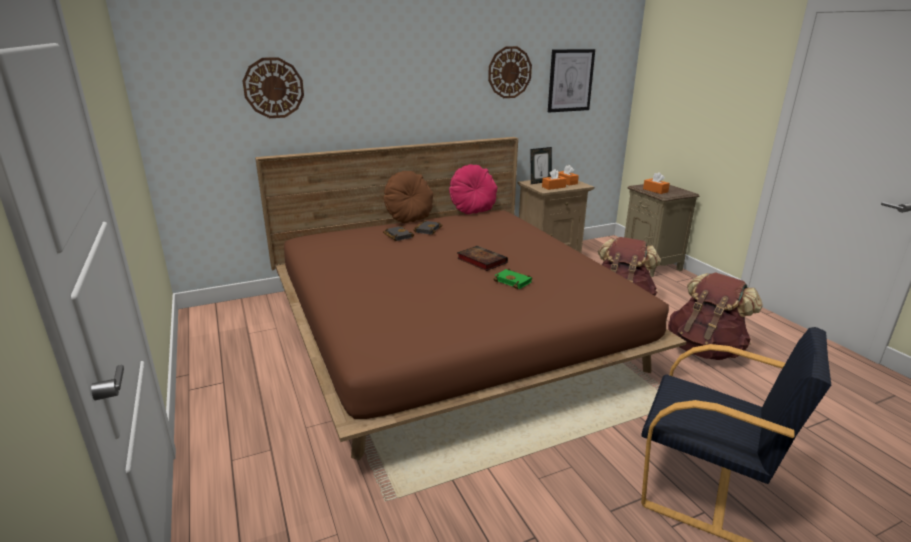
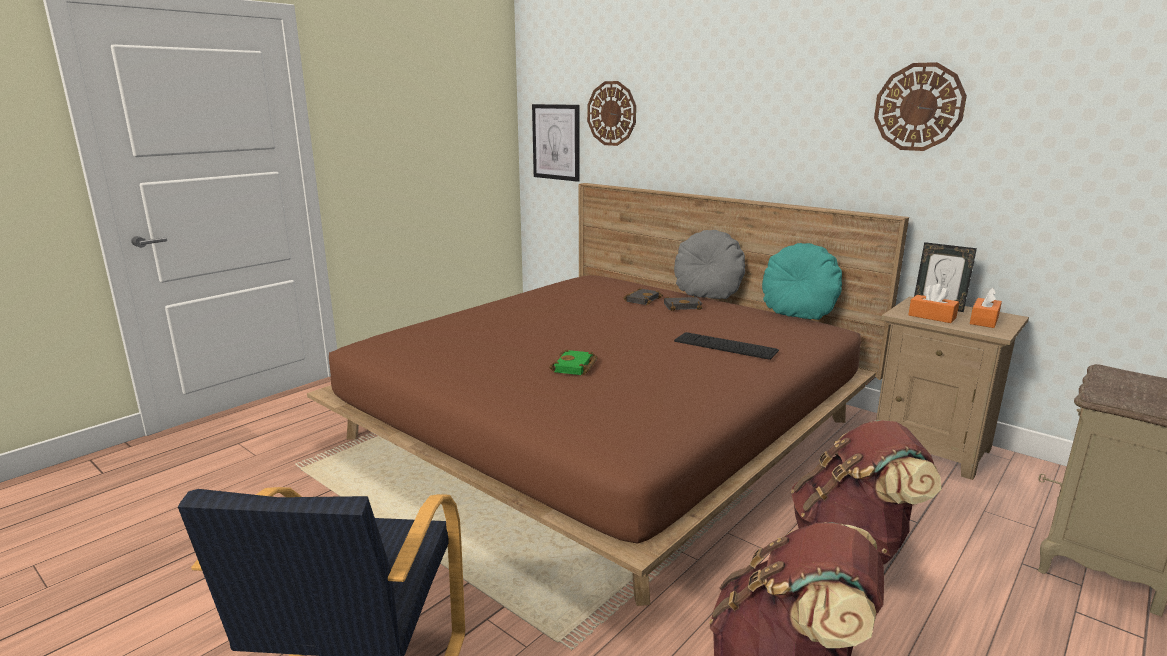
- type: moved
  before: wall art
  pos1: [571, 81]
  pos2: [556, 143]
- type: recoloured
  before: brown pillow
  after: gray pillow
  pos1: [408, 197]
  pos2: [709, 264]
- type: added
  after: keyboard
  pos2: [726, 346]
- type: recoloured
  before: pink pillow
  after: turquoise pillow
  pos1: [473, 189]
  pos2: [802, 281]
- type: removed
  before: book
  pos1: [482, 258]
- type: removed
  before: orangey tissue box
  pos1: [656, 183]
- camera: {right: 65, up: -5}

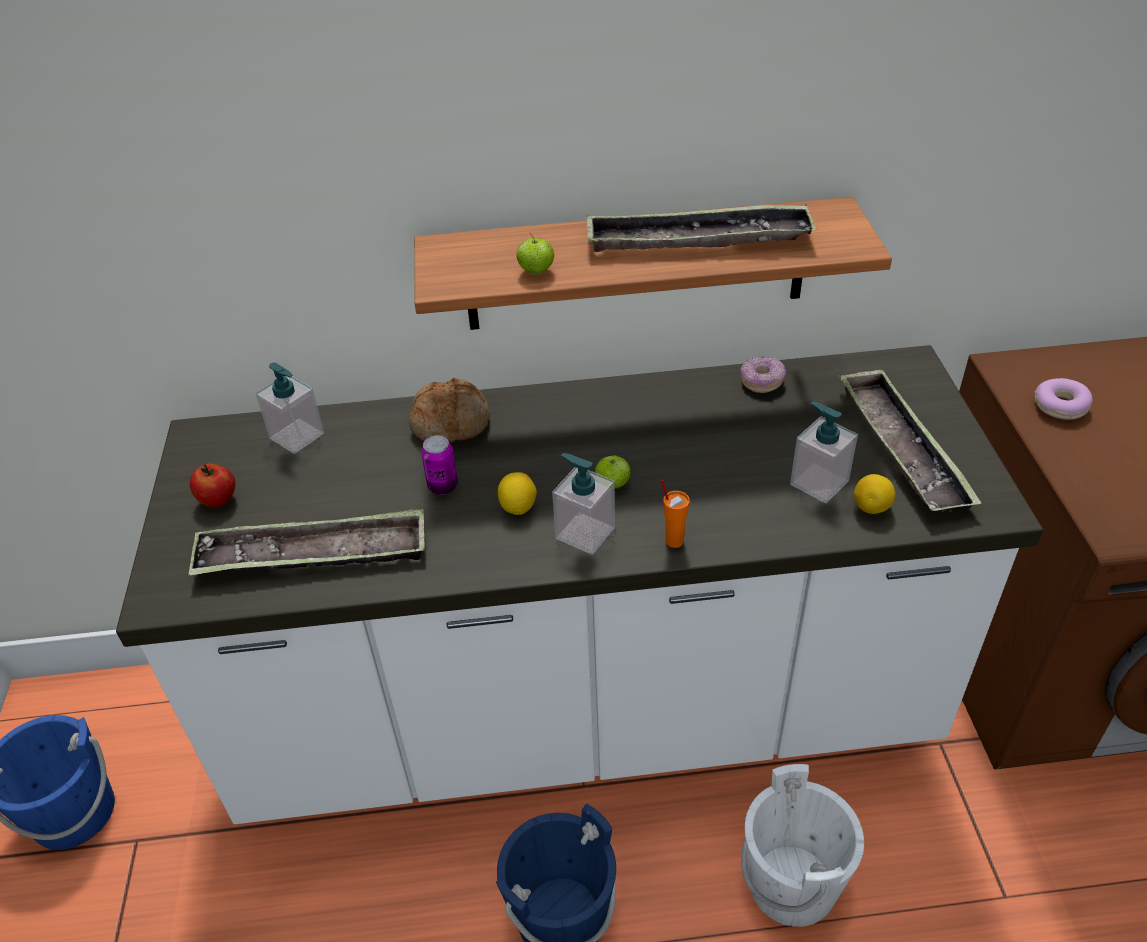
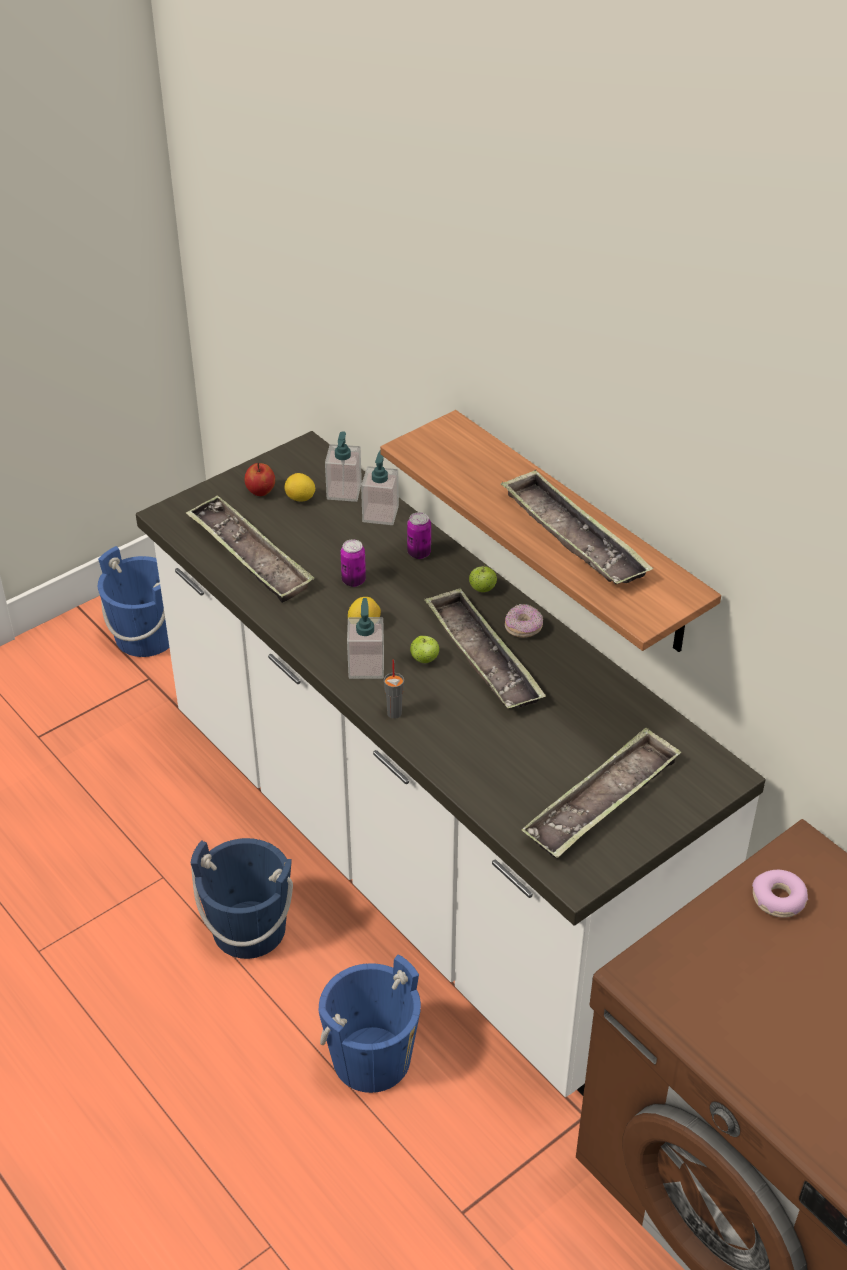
- type: moved
  before: citrus fruit
  pos1: [874, 494]
  pos2: [299, 487]
- type: recoloured
  before: white-coloured bucket
  after: blue bucket
  pos1: [802, 845]
  pos2: [369, 1023]
- type: moved
  before: liquid soap bottle
  pos1: [824, 452]
  pos2: [380, 488]
- type: recoloured
  before: orangey drinking cup
  after: gray drinking cup
  pos1: [675, 514]
  pos2: [394, 689]
- type: replaced
  before: bread
  after: sealed can
  pos1: [449, 410]
  pos2: [419, 535]
- type: added
  after: carrying tray
  pos2: [485, 648]
- type: moved
  before: whole apple
  pos1: [535, 254]
  pos2: [483, 578]
- type: moved
  before: ring doughnut
  pos1: [763, 374]
  pos2: [524, 621]
- camera: {right: 55, up: 0}

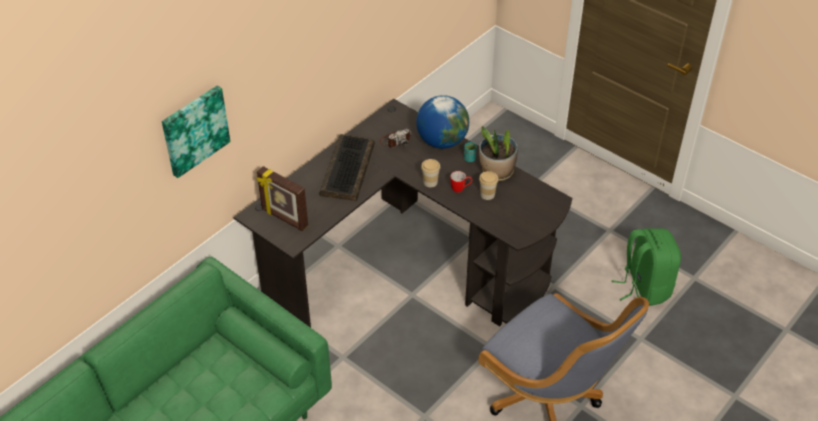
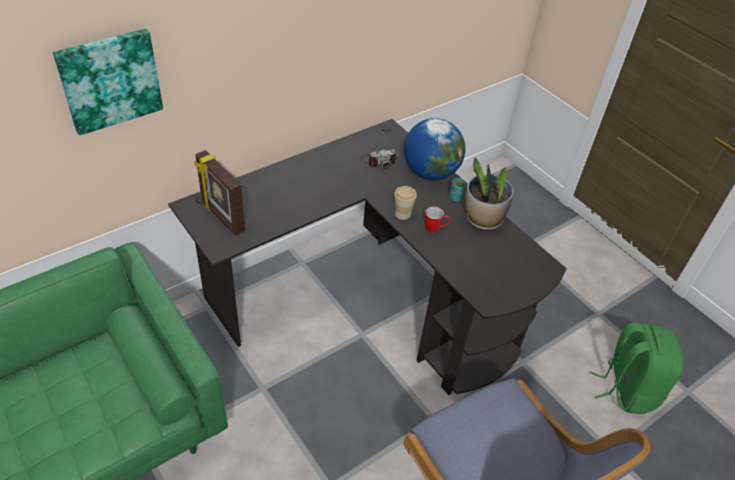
- type: removed
  before: keyboard
  pos1: [347, 167]
- type: removed
  before: drinking cup
  pos1: [489, 185]
- camera: {right: 10, up: 0}

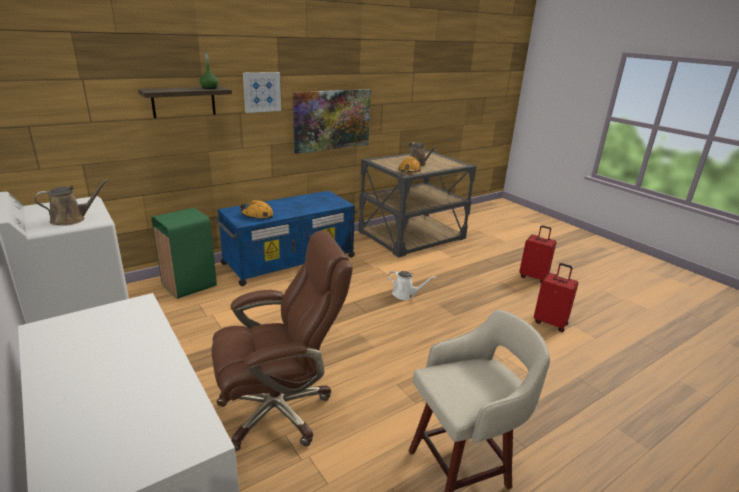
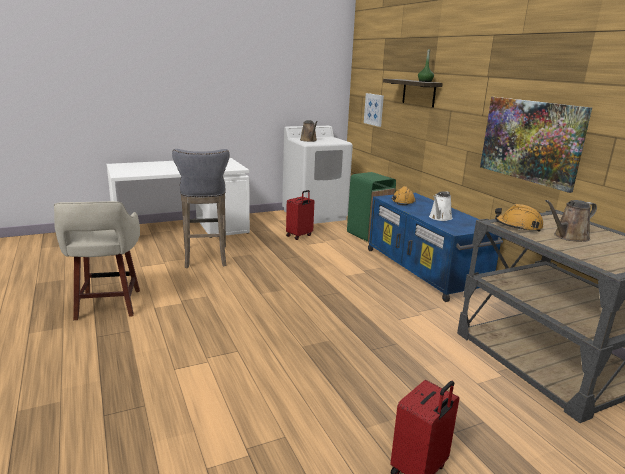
- type: replaced
  before: brown desk chair
  after: gray stool seat
  pos1: [282, 340]
  pos2: [201, 208]
- type: moved
  before: red suitcase
  pos1: [556, 297]
  pos2: [300, 215]
- type: moved
  before: wall art
  pos1: [262, 92]
  pos2: [374, 110]
- type: moved
  before: white-coloured sprinkling can
  pos1: [412, 285]
  pos2: [441, 206]
- camera: {right: 100, up: -5}

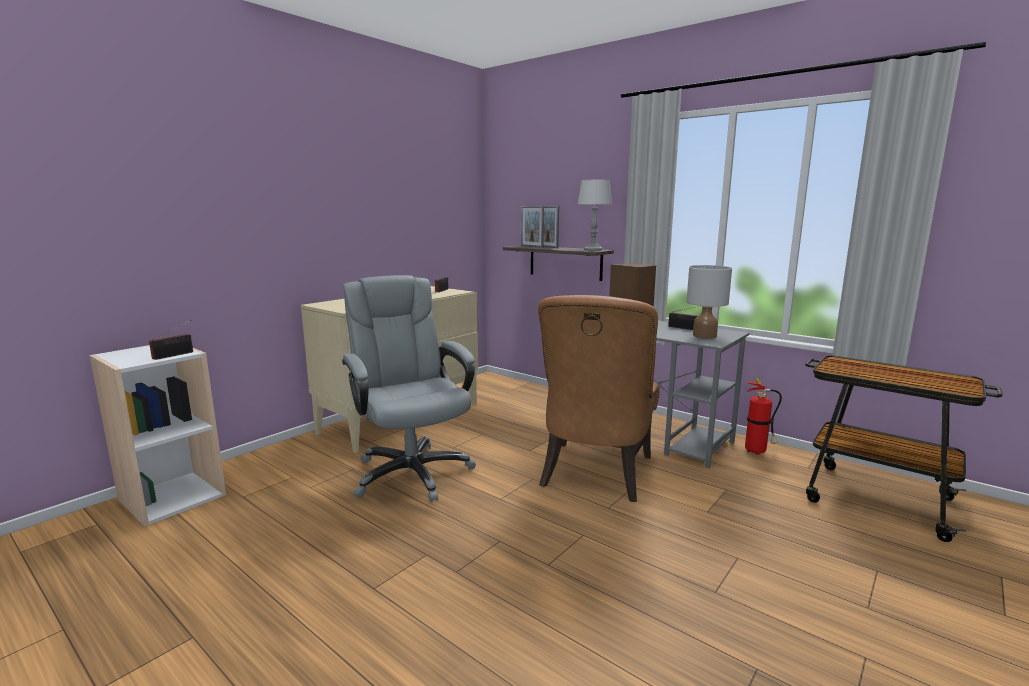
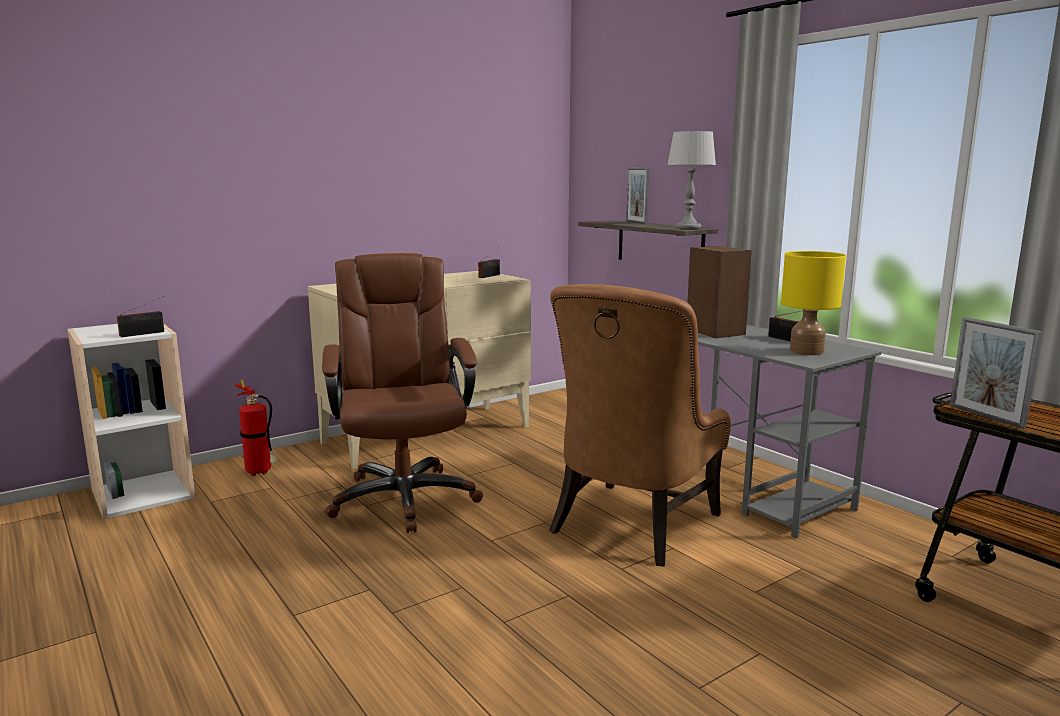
- type: moved
  before: fire-fighting cylinder
  pos1: [763, 416]
  pos2: [257, 427]
- type: recoloured
  before: gray desk chair
  after: brown desk chair
  pos1: [409, 388]
  pos2: [402, 393]
- type: recoloured
  before: gray table lamp
  after: yellow-coloured table lamp
  pos1: [709, 302]
  pos2: [813, 303]
- type: moved
  before: standing frame
  pos1: [532, 227]
  pos2: [996, 373]
- camera: {right: 15, up: 0}

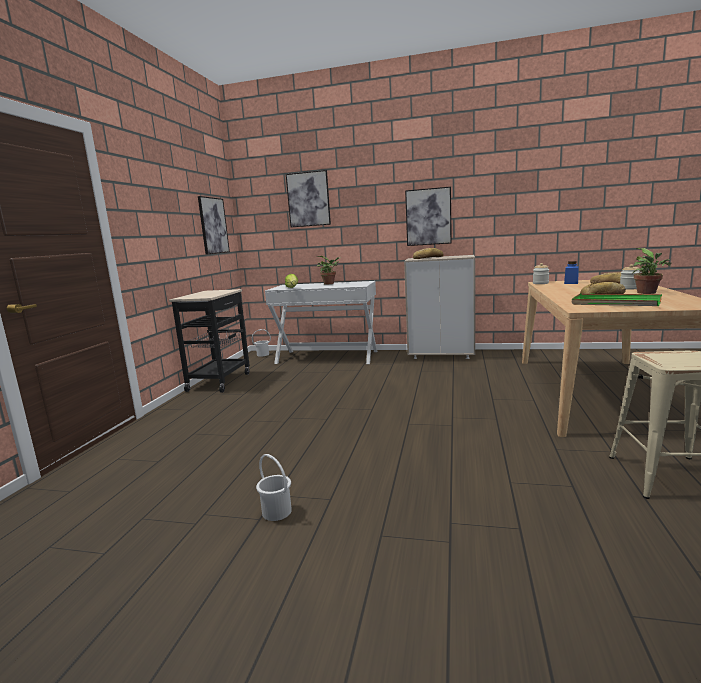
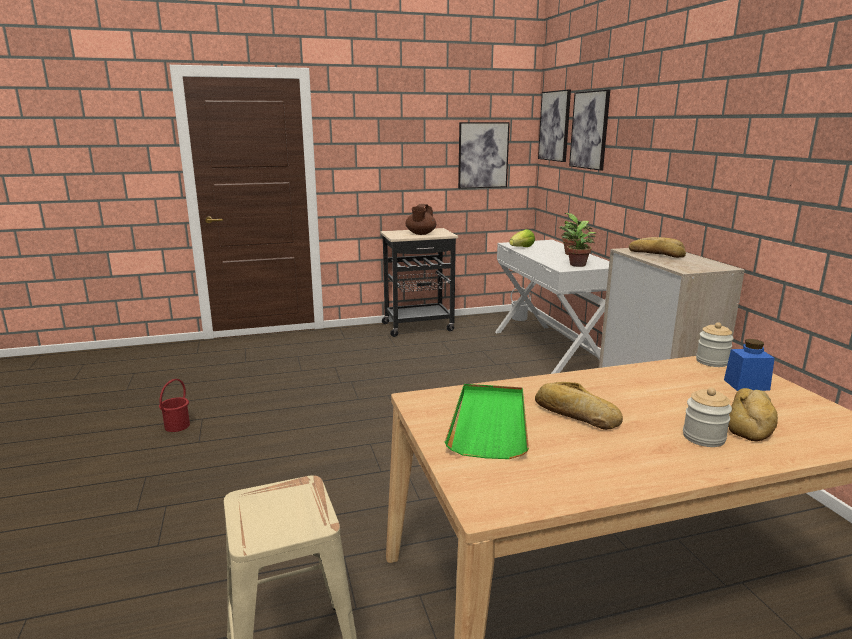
- type: recoloured
  before: white-coloured bucket
  after: red bucket
  pos1: [274, 487]
  pos2: [174, 405]
- type: added
  after: brown pot for tea
  pos2: [420, 219]
- type: moved
  before: wall art
  pos1: [428, 216]
  pos2: [554, 125]
- type: moved
  before: plant in a pot
  pos1: [652, 271]
  pos2: [577, 244]
- camera: {right: 60, up: 5}

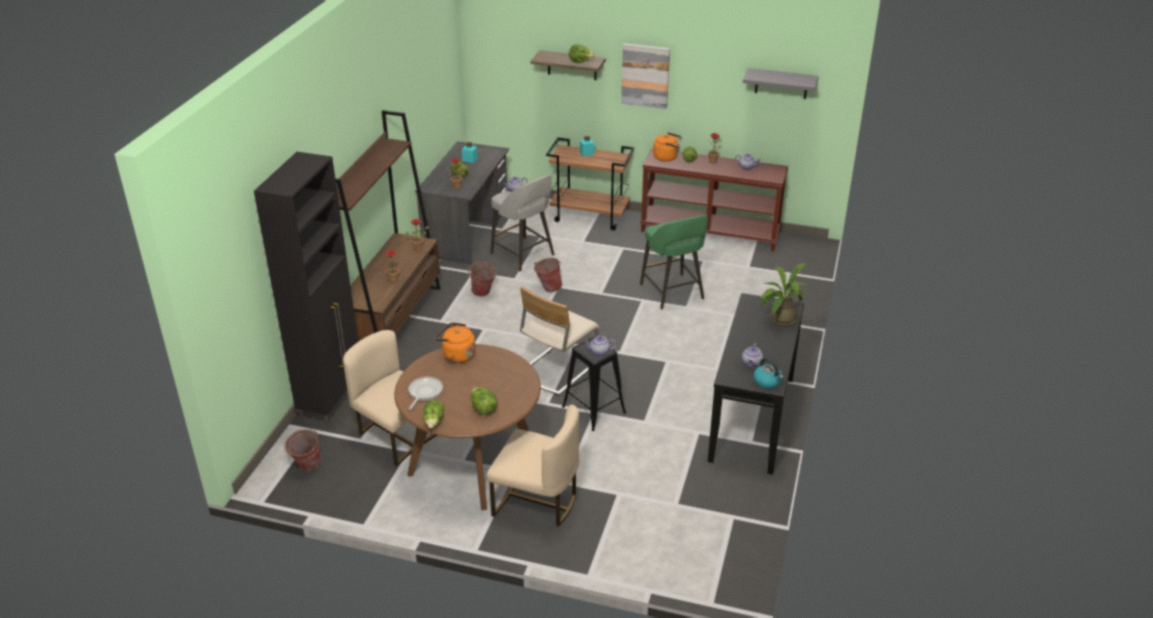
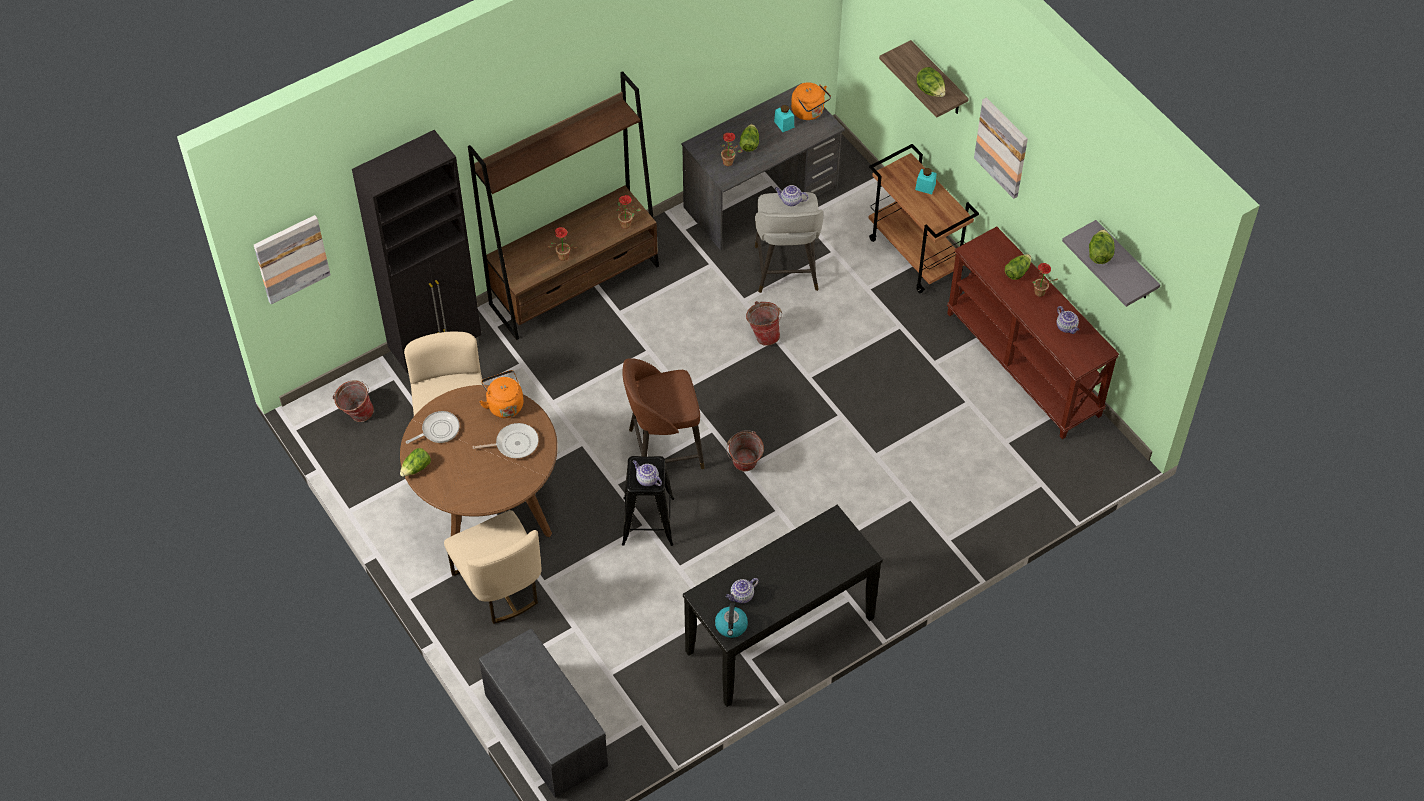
- type: added
  after: wall art
  pos2: [292, 259]
- type: added
  after: pan
  pos2: [506, 440]
- type: added
  after: gray indoor bench
  pos2: [543, 713]
- type: replaced
  before: sand-coloured chair
  after: brown stool seat
  pos1: [559, 341]
  pos2: [663, 413]
- type: moved
  before: bucket
  pos1: [482, 278]
  pos2: [745, 451]
- type: moved
  before: orangey kettle
  pos1: [667, 147]
  pos2: [811, 101]
- type: moved
  before: lettuce
  pos1: [484, 401]
  pos2: [1102, 246]
- type: removed
  before: greenish stool seat
  pos1: [674, 262]
- type: removed
  before: plant in a pot
  pos1: [784, 294]
- camera: {right: 40, up: 20}

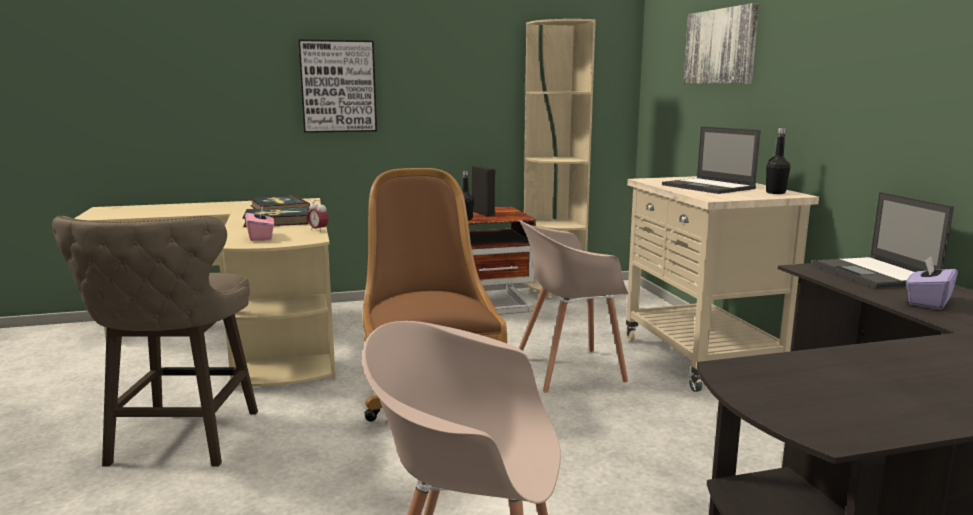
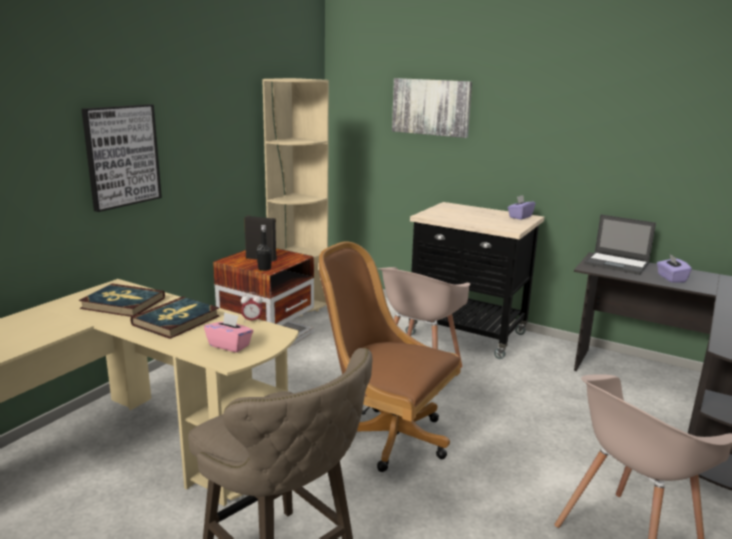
- type: recoloured
  before: sand-coloured cart
  after: black cart
  pos1: [722, 284]
  pos2: [475, 280]
- type: replaced
  before: black beverage bottle
  after: purple-coloured tissue box
  pos1: [778, 161]
  pos2: [522, 207]
- type: removed
  before: notebook computer
  pos1: [711, 160]
- camera: {right: -45, up: 5}

